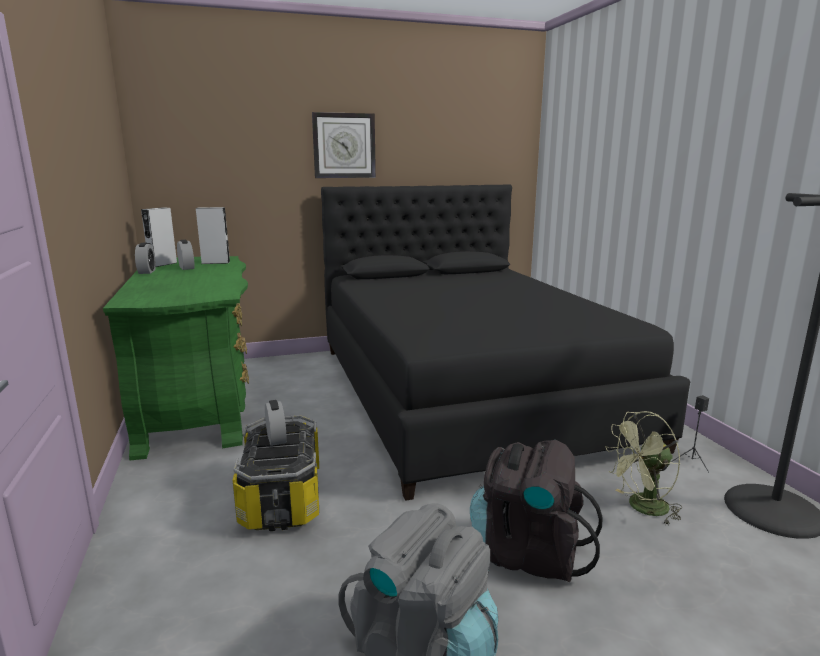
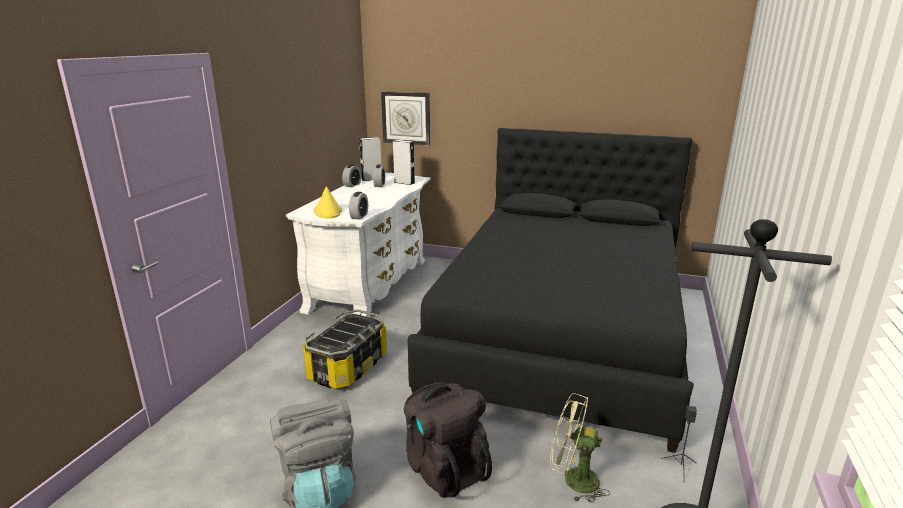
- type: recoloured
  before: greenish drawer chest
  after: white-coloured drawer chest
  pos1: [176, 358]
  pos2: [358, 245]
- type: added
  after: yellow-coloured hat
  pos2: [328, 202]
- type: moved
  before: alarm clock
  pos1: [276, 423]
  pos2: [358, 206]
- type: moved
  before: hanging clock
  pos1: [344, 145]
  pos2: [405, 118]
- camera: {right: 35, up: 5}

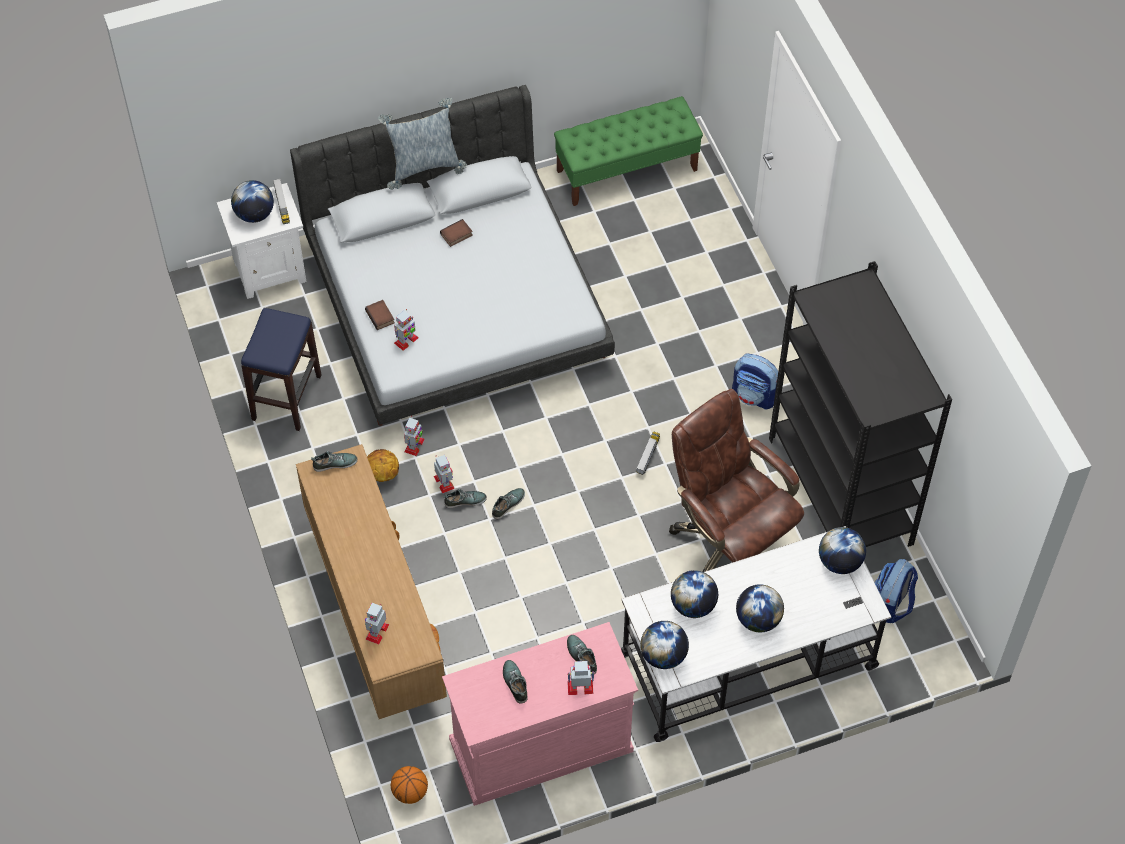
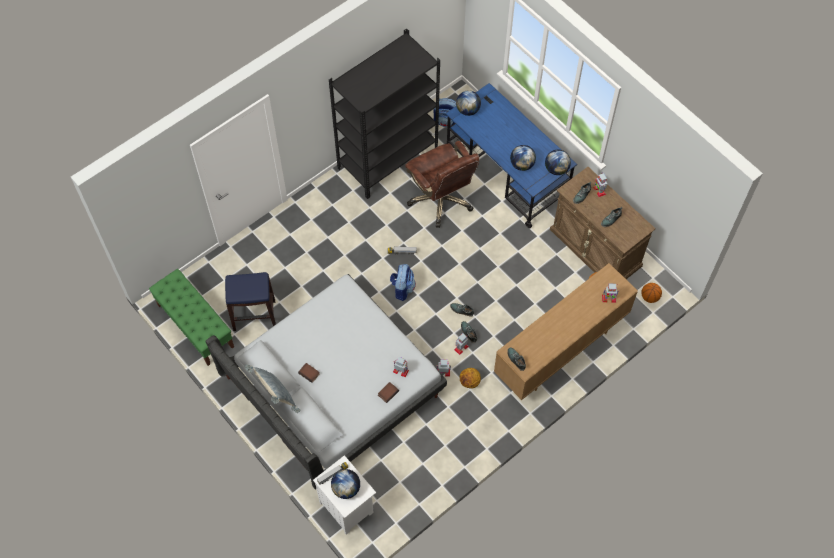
- type: moved
  before: stool seat
  pos1: [281, 369]
  pos2: [250, 301]
- type: moved
  before: knapsack
  pos1: [755, 381]
  pos2: [403, 282]
- type: turned
  before: brown desk chair
  pos1: [736, 480]
  pos2: [442, 184]
  turn: -60
- type: recoloured
  before: white-coloured desk unit
  after: blue desk unit
  pos1: [756, 634]
  pos2: [511, 155]
- type: recoloured
  before: pink drawer chest
  after: brown drawer chest
  pos1: [540, 714]
  pos2: [603, 223]
- type: removed
  before: world globe
  pos1: [760, 608]
- camera: {right: -110, up: 5}

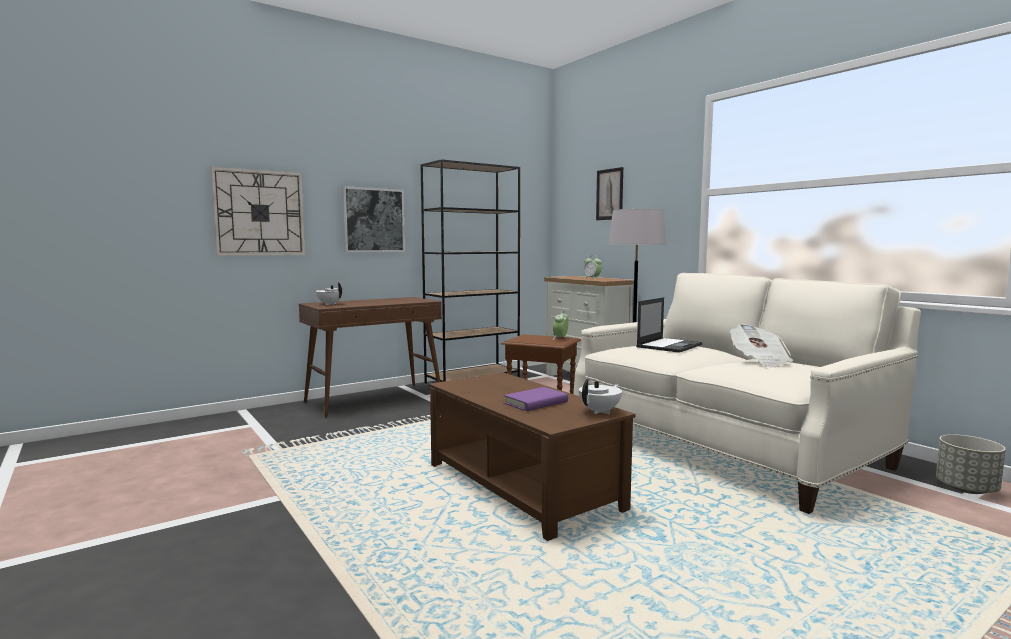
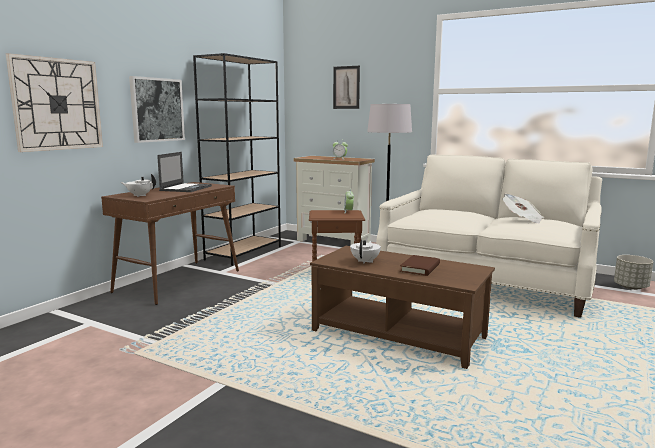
- type: moved
  before: notebook computer
  pos1: [669, 325]
  pos2: [184, 172]
- type: moved
  before: white-coloured pot for tea
  pos1: [600, 396]
  pos2: [365, 252]
- type: recoloured
  before: purple-coloured book
  after: brown book
  pos1: [536, 399]
  pos2: [420, 265]
- camera: {right: -25, up: 5}

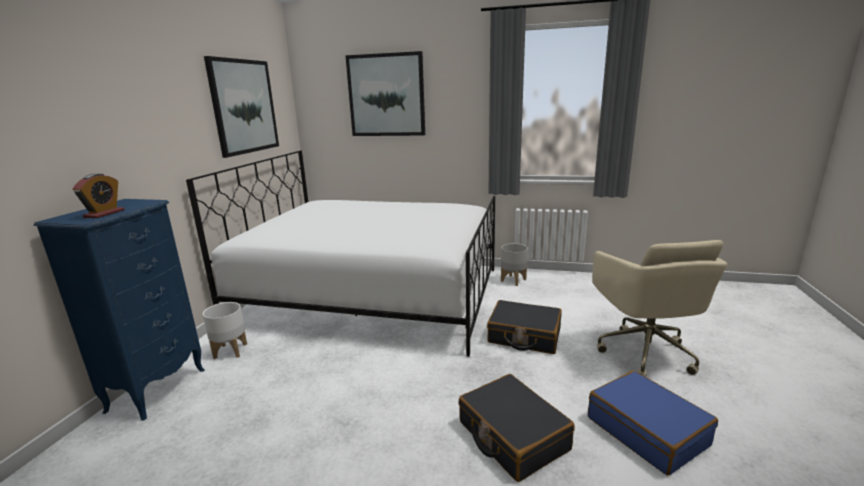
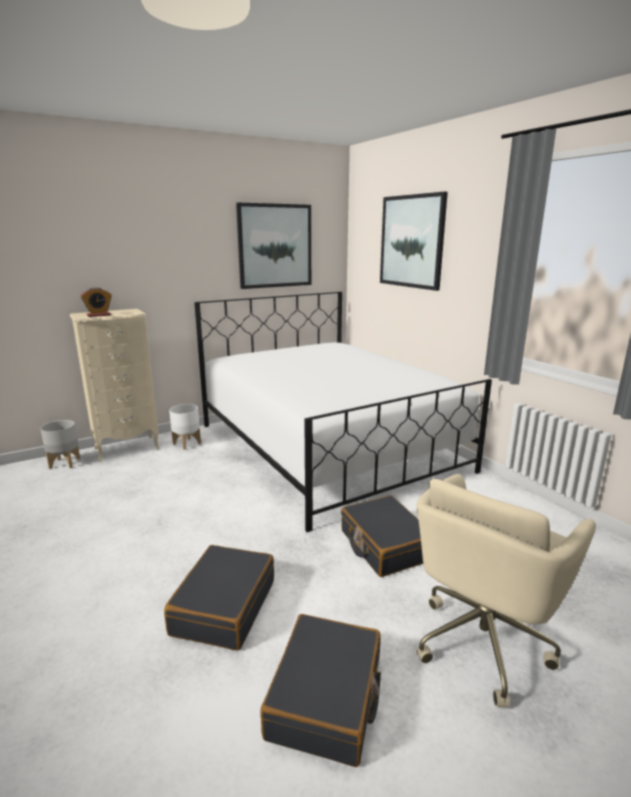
- type: moved
  before: gray plant pot
  pos1: [514, 264]
  pos2: [60, 444]
- type: recoloured
  before: blue drawer chest
  after: sand-coloured drawer chest
  pos1: [119, 310]
  pos2: [115, 385]
- type: recoloured
  before: blue suitcase
  after: black suitcase
  pos1: [653, 423]
  pos2: [320, 690]
- camera: {right: 45, up: 0}

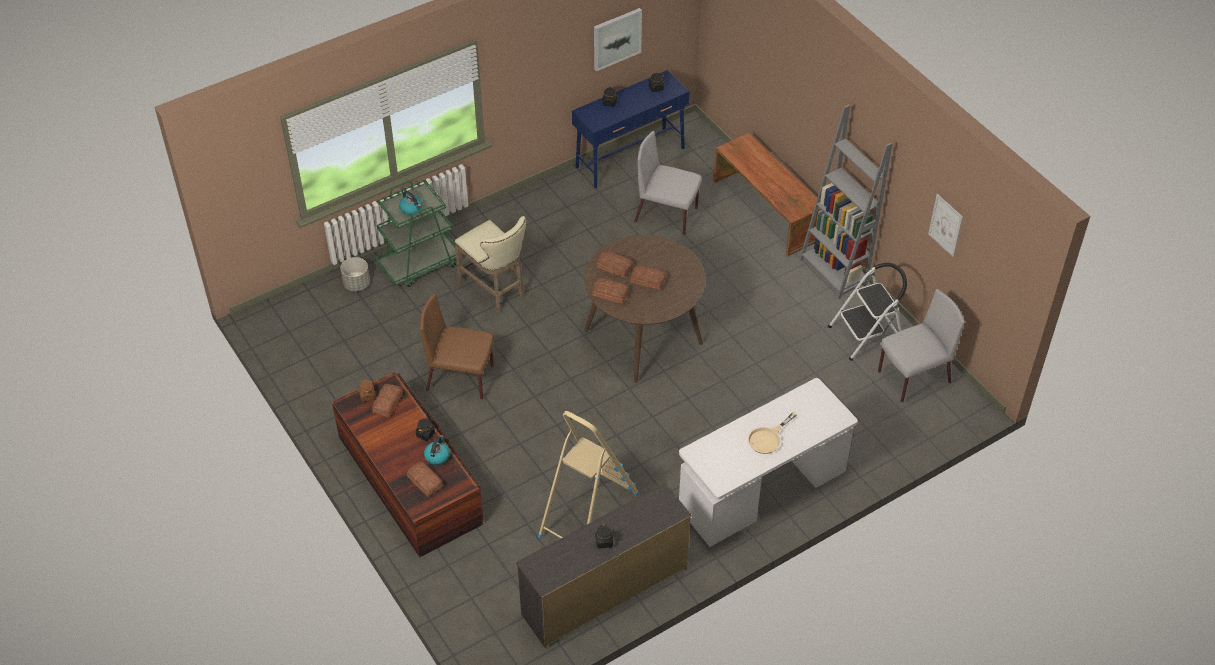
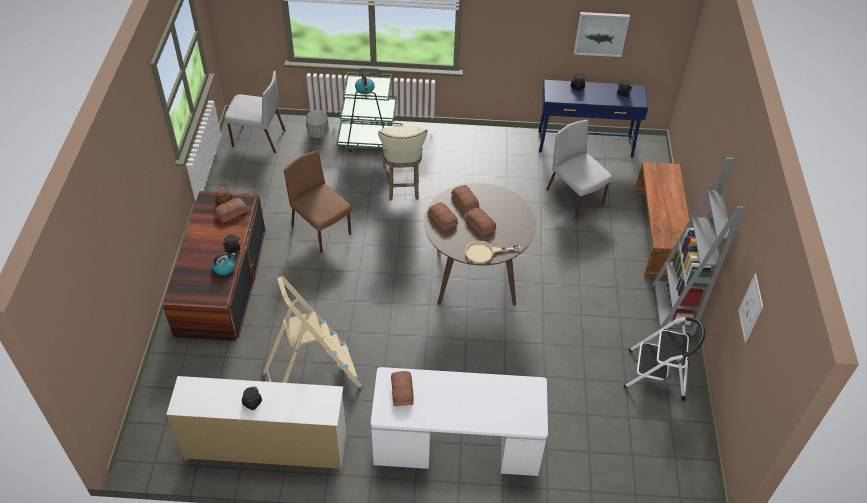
- type: recoloured
  before: black drawer chest
  after: white-coloured drawer chest
  pos1: [604, 565]
  pos2: [256, 423]
- type: moved
  before: gray chair
  pos1: [921, 345]
  pos2: [255, 112]
- type: moved
  before: bread
  pos1: [425, 479]
  pos2: [402, 388]
- type: moved
  before: sand-coloured pan
  pos1: [772, 433]
  pos2: [493, 252]
- camera: {right: 35, up: 0}

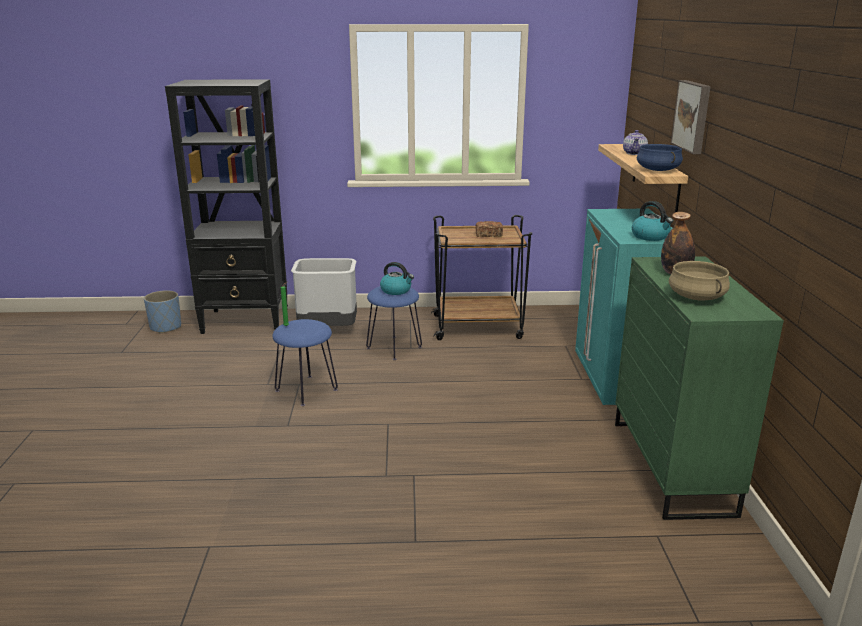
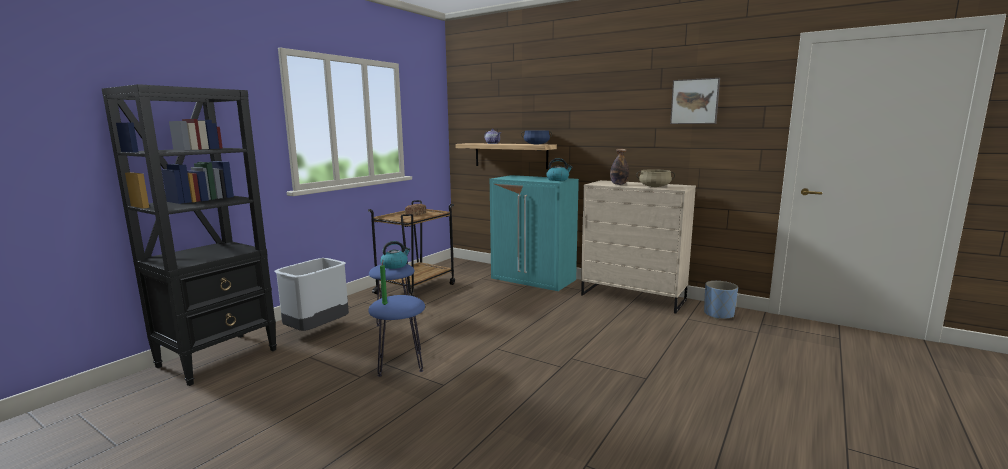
- type: recoloured
  before: greenish drawer chest
  after: sand-coloured drawer chest
  pos1: [699, 388]
  pos2: [638, 247]
- type: moved
  before: wall art
  pos1: [691, 117]
  pos2: [695, 101]
- type: moved
  before: blue plant pot
  pos1: [162, 312]
  pos2: [721, 300]
- camera: {right: -55, up: -10}

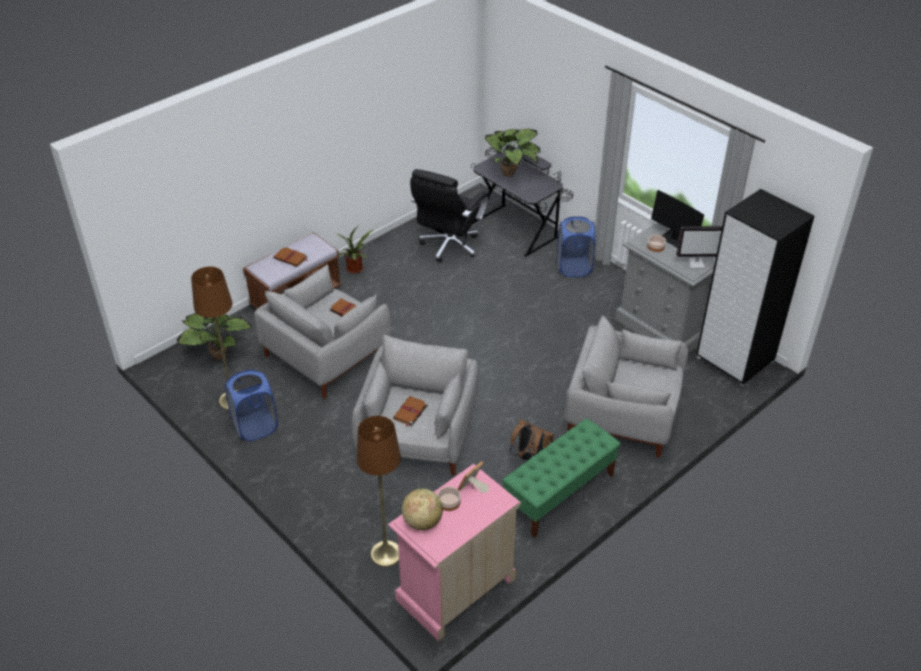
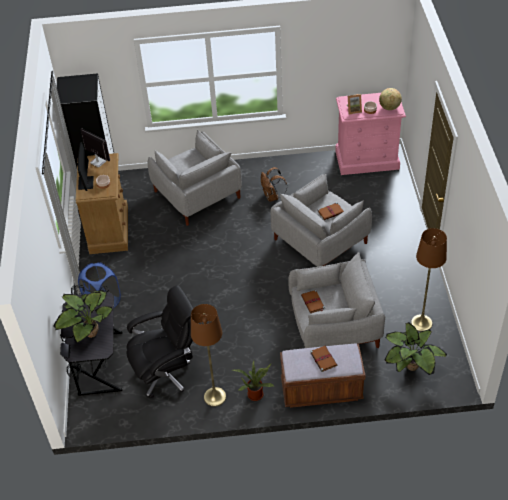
- type: recoloured
  before: gray drawer chest
  after: brown drawer chest
  pos1: [665, 287]
  pos2: [102, 203]
- type: moved
  before: brown standing lamp
  pos1: [378, 491]
  pos2: [208, 355]
- type: removed
  before: blue laundry basket
  pos1: [251, 405]
- type: removed
  before: greenish indoor bench
  pos1: [561, 478]
- camera: {right: -140, up: 5}

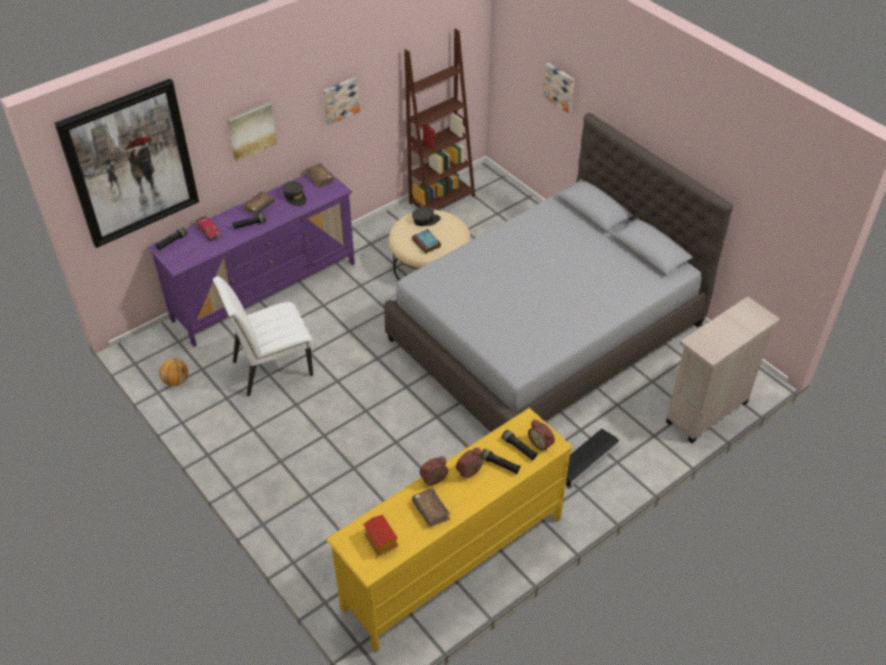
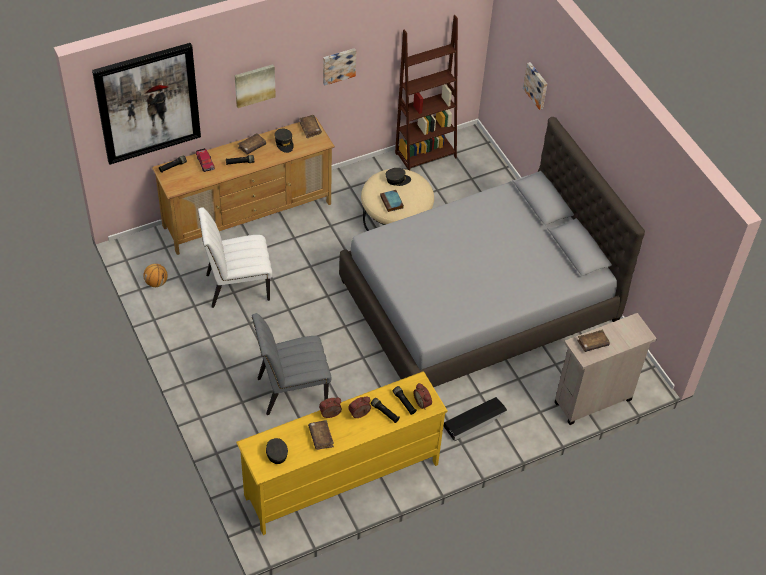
- type: recoloured
  before: purple-coloured drawer chest
  after: brown drawer chest
  pos1: [251, 258]
  pos2: [243, 186]
- type: added
  after: gray chair
  pos2: [291, 364]
- type: replaced
  before: model house
  after: gray baseball cap
  pos1: [380, 535]
  pos2: [277, 451]
- type: added
  after: brown book
  pos2: [593, 341]
- camera: {right: 10, up: 5}

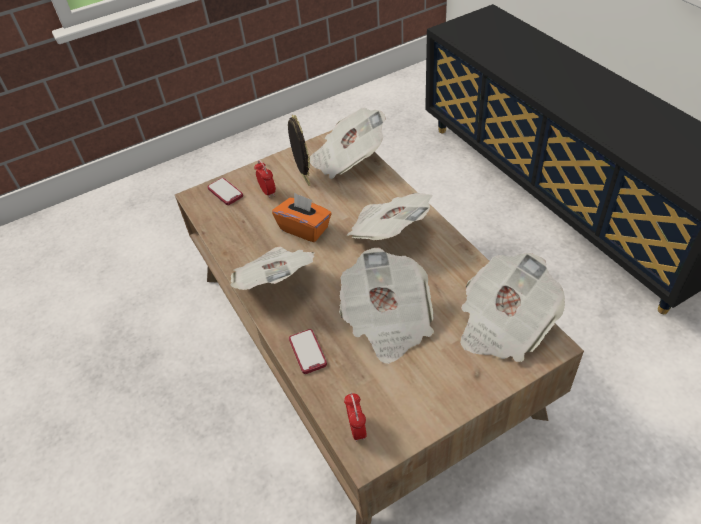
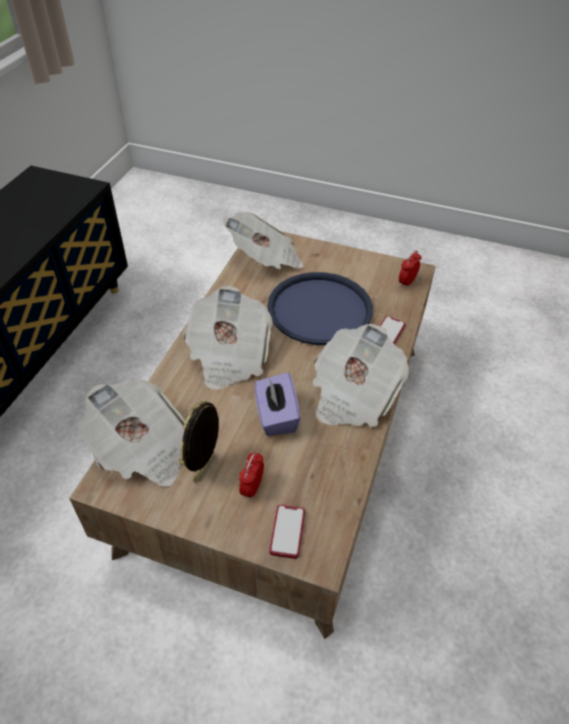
- type: recoloured
  before: orangey tissue box
  after: purple-coloured tissue box
  pos1: [302, 217]
  pos2: [277, 404]
- type: replaced
  before: printed paper
  after: blue carrying tray
  pos1: [386, 306]
  pos2: [320, 308]
- camera: {right: -135, up: 0}

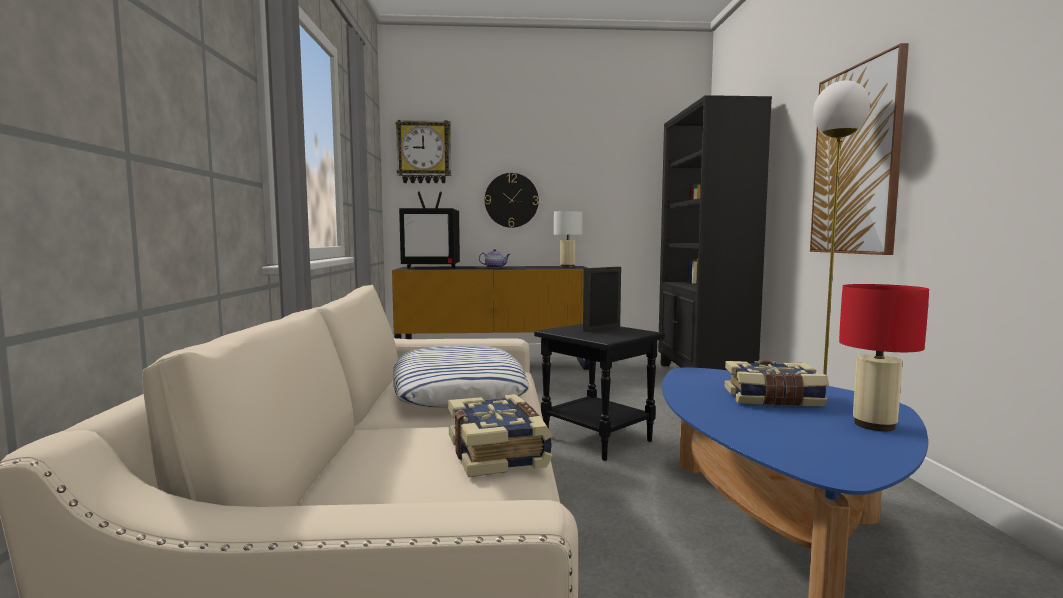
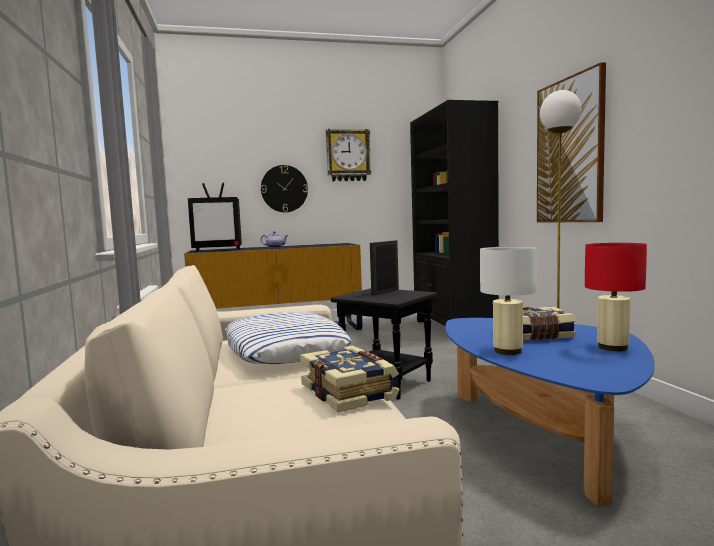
- type: moved
  before: hanging clock
  pos1: [423, 151]
  pos2: [349, 155]
- type: moved
  before: white-coloured table lamp
  pos1: [568, 239]
  pos2: [508, 300]
- camera: {right: -10, up: 0}

